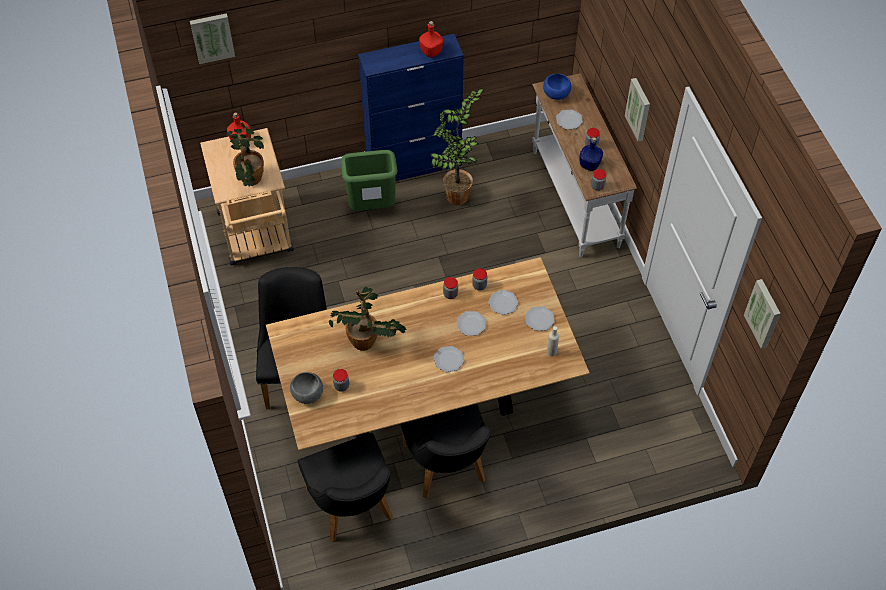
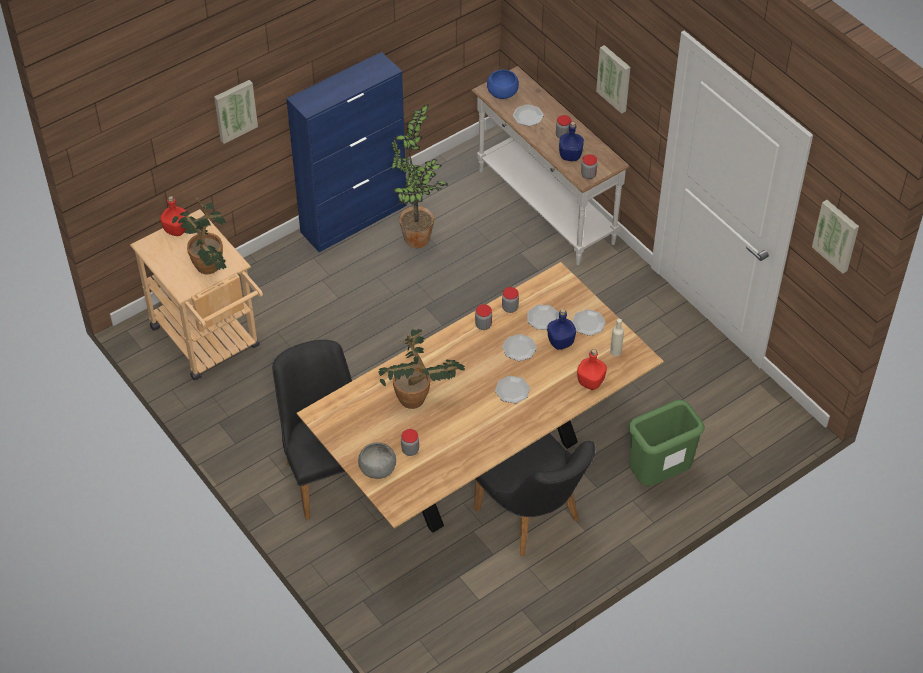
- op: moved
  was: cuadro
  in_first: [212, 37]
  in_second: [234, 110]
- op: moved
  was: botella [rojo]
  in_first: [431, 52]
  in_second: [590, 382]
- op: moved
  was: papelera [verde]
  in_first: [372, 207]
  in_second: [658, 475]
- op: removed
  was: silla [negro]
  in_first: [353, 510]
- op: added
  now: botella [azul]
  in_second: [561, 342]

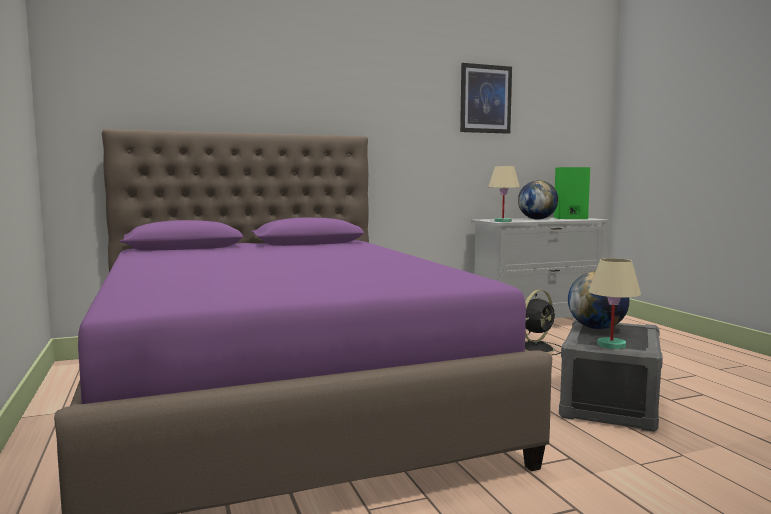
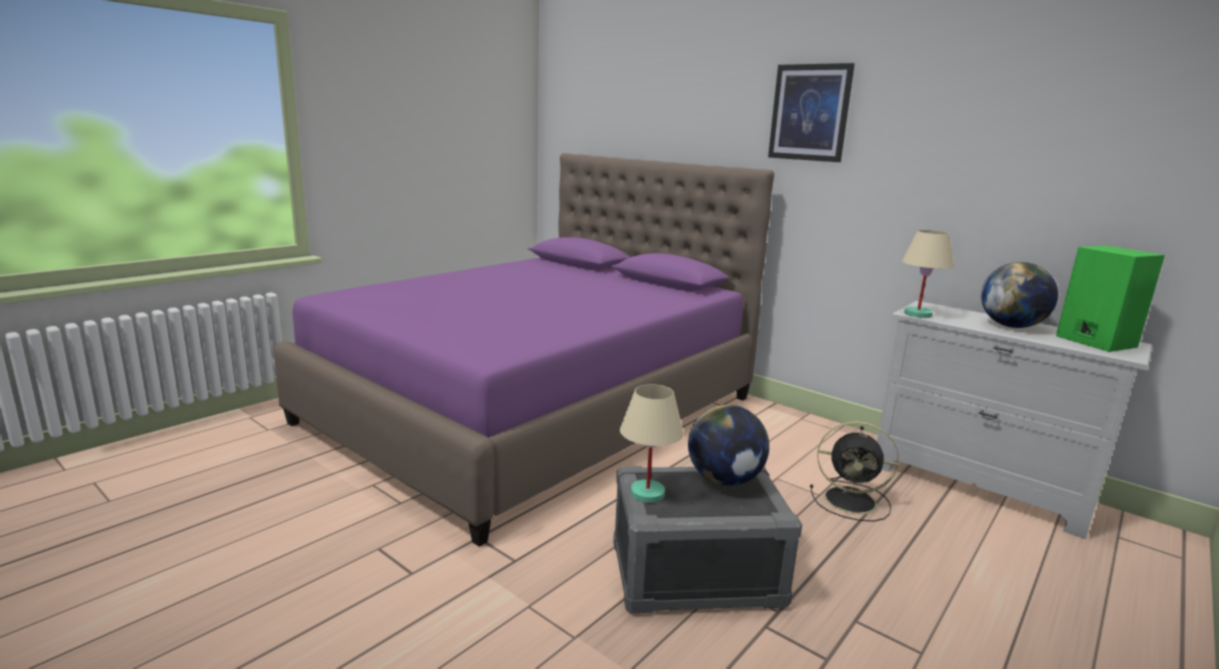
- op: moved
  was: cuadro
  in_first: [485, 99]
  in_second: [809, 113]

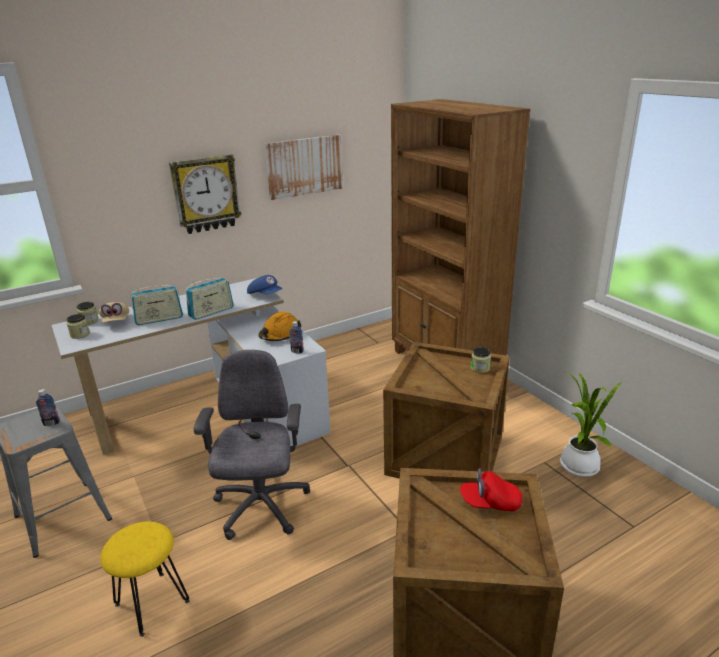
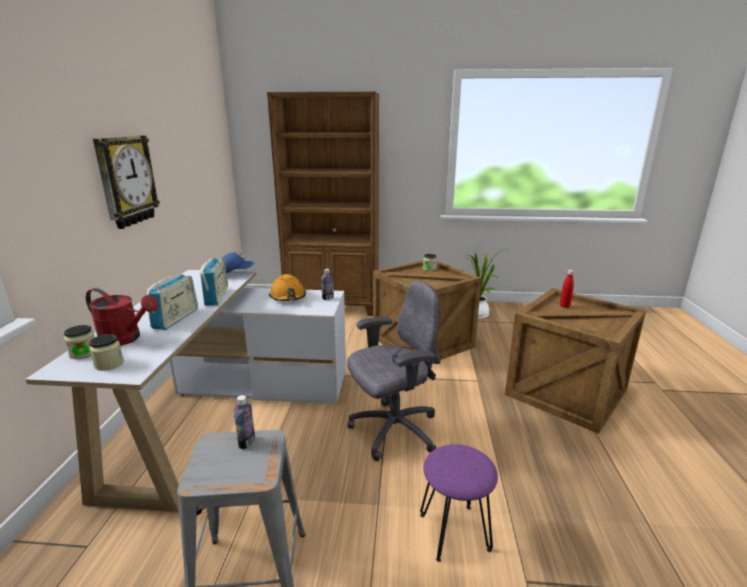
- op: removed
  was: cuadro
  in_first: [304, 166]
- op: replaced
  was: gorra [beis]
  now: regadera [rojo]
  in_first: [116, 322]
  in_second: [126, 339]
- op: turned
  was: silla de oficina [gris]
  in_first: [261, 507]
  in_second: [393, 431]
  clockwise: 120
- op: replaced
  was: gorra [rojo]
  now: botella [rojo]
  in_first: [490, 503]
  in_second: [564, 306]
- op: recoloured
  was: taburete [amarillo]
  now: taburete [morado]
  in_first: [152, 602]
  in_second: [453, 532]

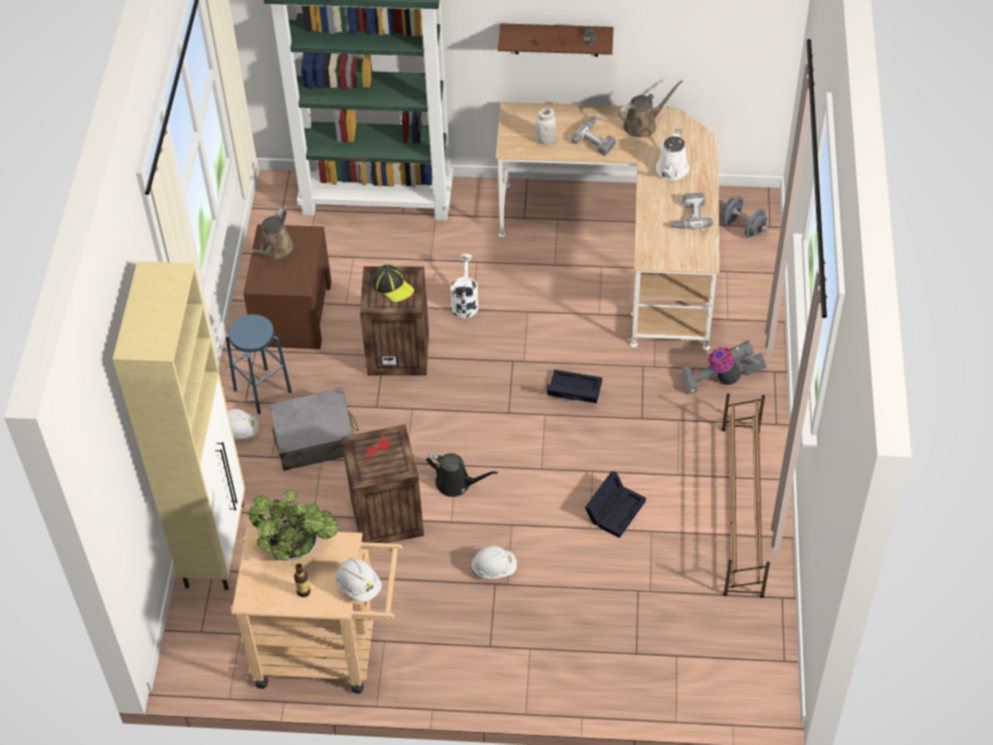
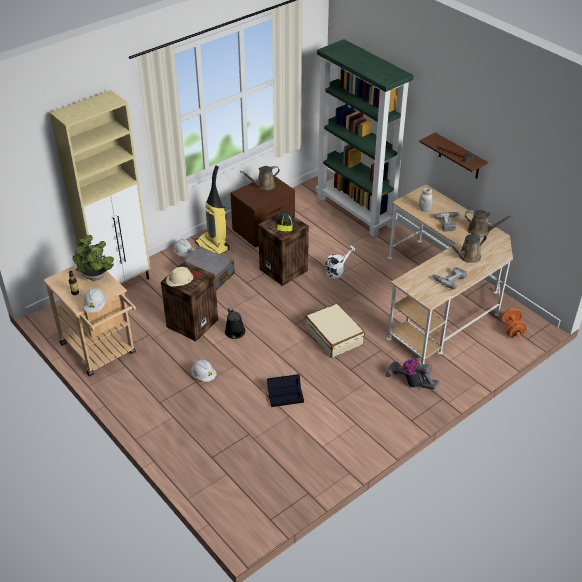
- op: recoloured
  was: regadera [blanco]
  now: regadera [marrón]
  in_first: [671, 171]
  in_second: [467, 257]
- op: recoloured
  was: mancuerna [gris]
  now: mancuerna [naranja]
  in_first: [742, 227]
  in_second: [512, 330]
- op: replaced
  was: taburete [azul]
  now: aspiradora
  in_first: [263, 391]
  in_second: [213, 246]
- op: replaced
  was: caja de almacenaje [negro]
  now: maleta [beis]
  in_first: [572, 392]
  in_second: [334, 336]
- op: removed
  was: zapatero [marrón]
  in_first: [741, 511]
- op: added
  now: casco [beis]
  in_second: [180, 283]

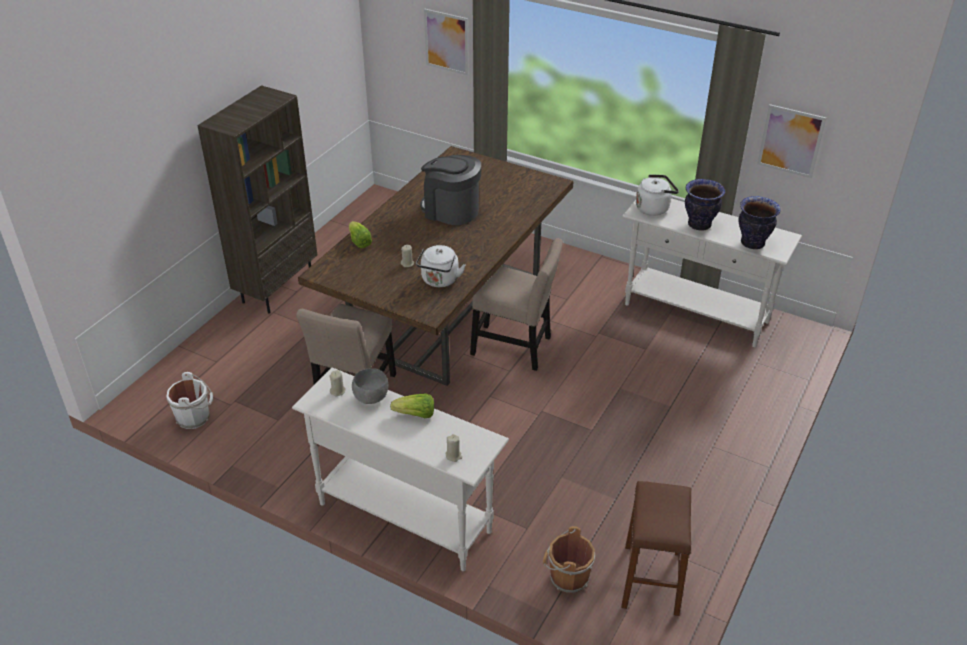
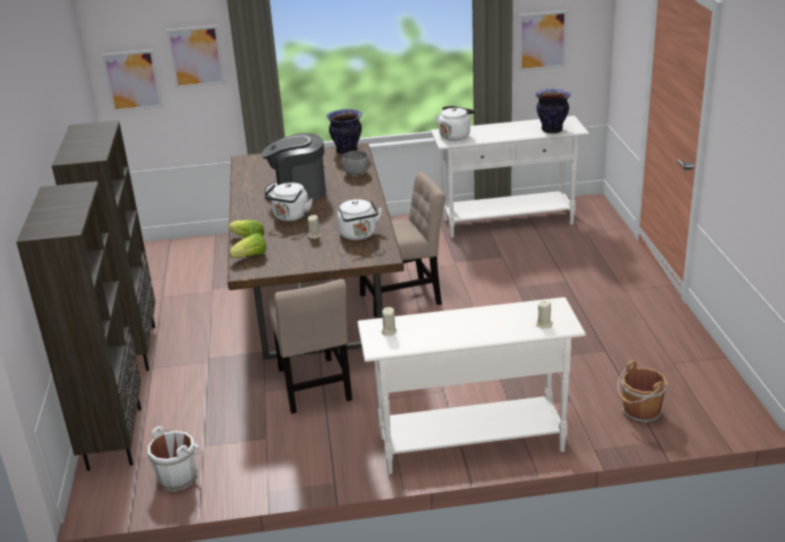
- op: moved
  was: florero
  in_first: [699, 225]
  in_second: [346, 151]
- op: moved
  was: cuenco [gris]
  in_first: [371, 397]
  in_second: [355, 173]
- op: moved
  was: lechuga
  in_first: [415, 415]
  in_second: [251, 256]
- op: removed
  was: taburete [marrón]
  in_first: [651, 579]
- op: added
  now: cuadro
  in_second: [132, 81]
- op: added
  now: estantería [marrón]
  in_second: [113, 438]
- op: added
  now: hervidor [blanco]
  in_second: [290, 217]

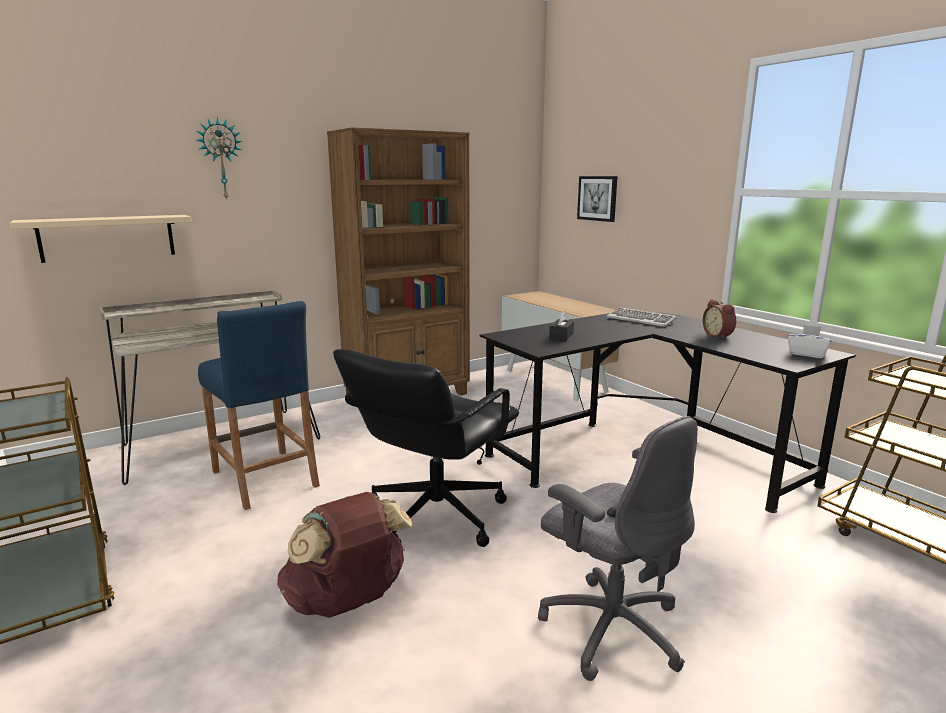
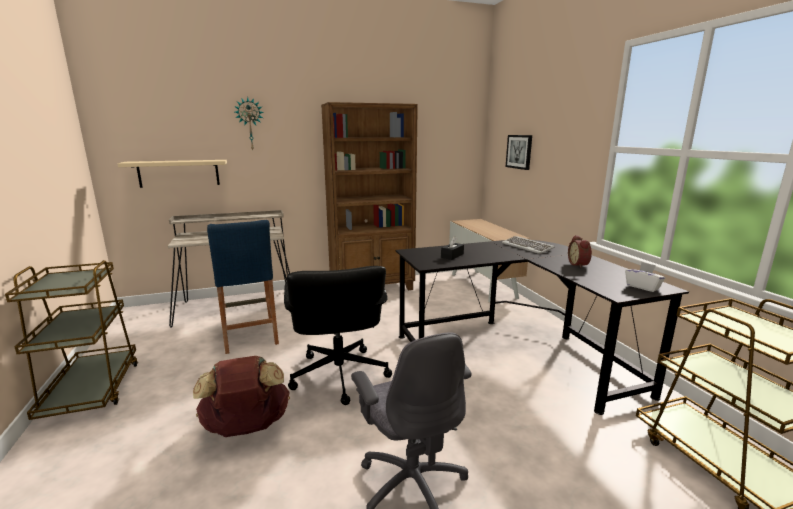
- op: turned
  was: silla de oficina [negro]
  in_first: [434, 515]
  in_second: [338, 376]
  clockwise: -60

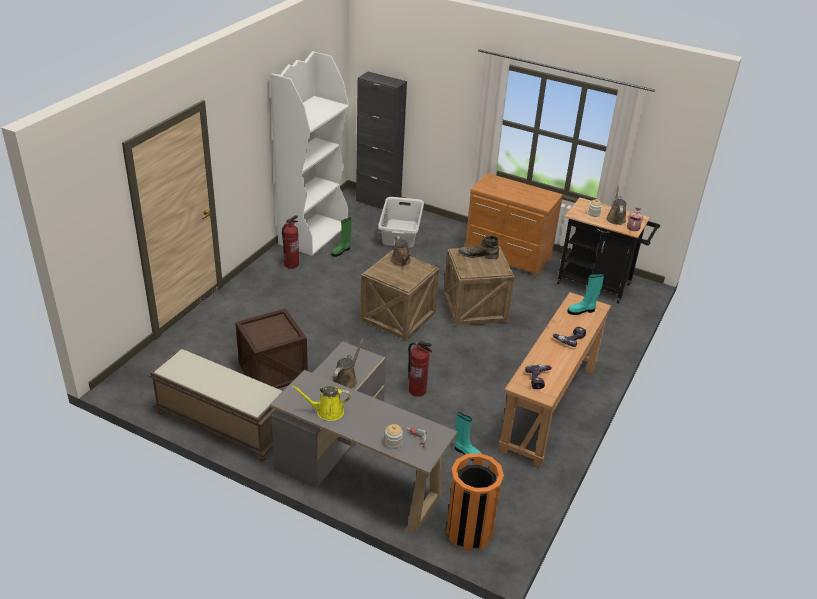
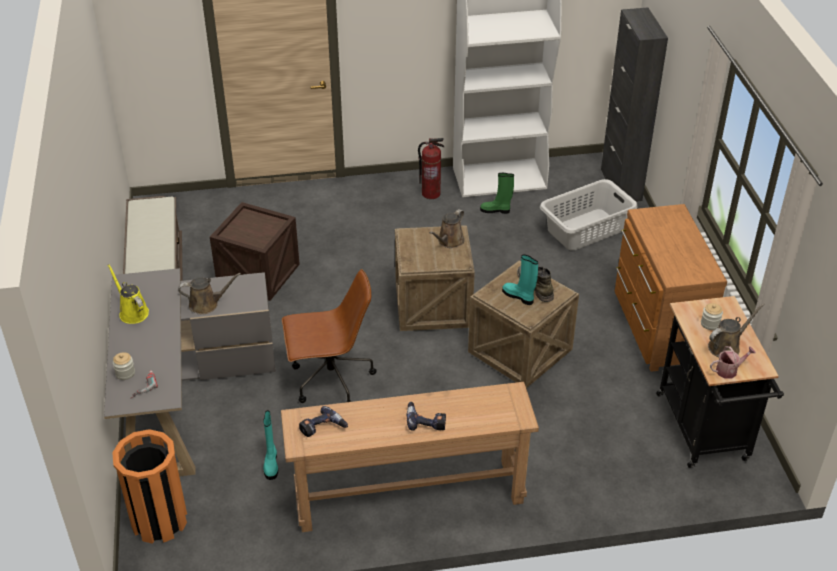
- op: moved
  was: bota [turquesa]
  in_first: [582, 311]
  in_second: [519, 296]
- op: replaced
  was: extintor
  now: silla de oficina [marrón]
  in_first: [417, 390]
  in_second: [330, 380]

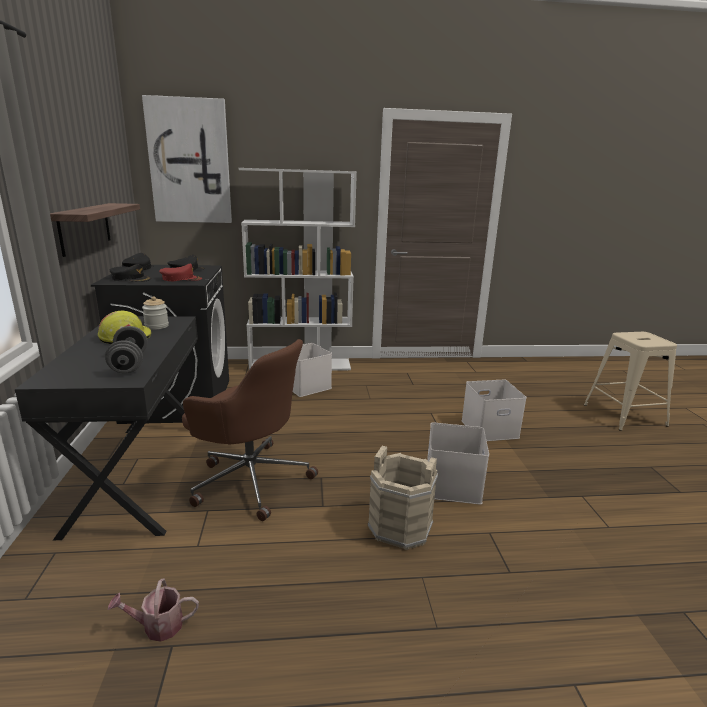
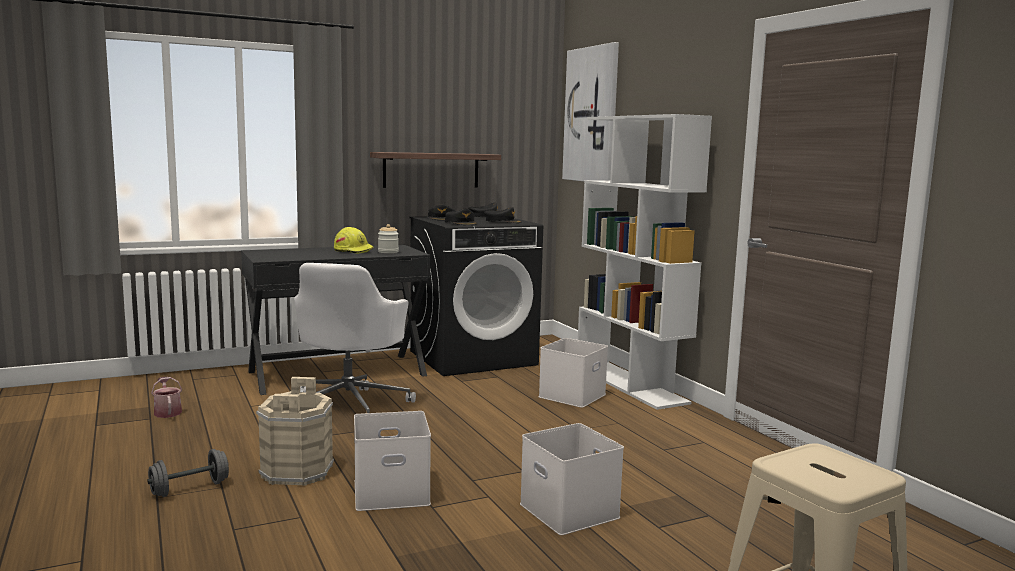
- op: recoloured
  was: gorra [rojo]
  now: gorra [negro]
  in_first: [181, 279]
  in_second: [461, 223]
- op: moved
  was: mancuerna [gris]
  in_first: [129, 364]
  in_second: [190, 489]
- op: recoloured
  was: silla de oficina [marrón]
  now: silla de oficina [blanco]
  in_first: [250, 479]
  in_second: [350, 405]

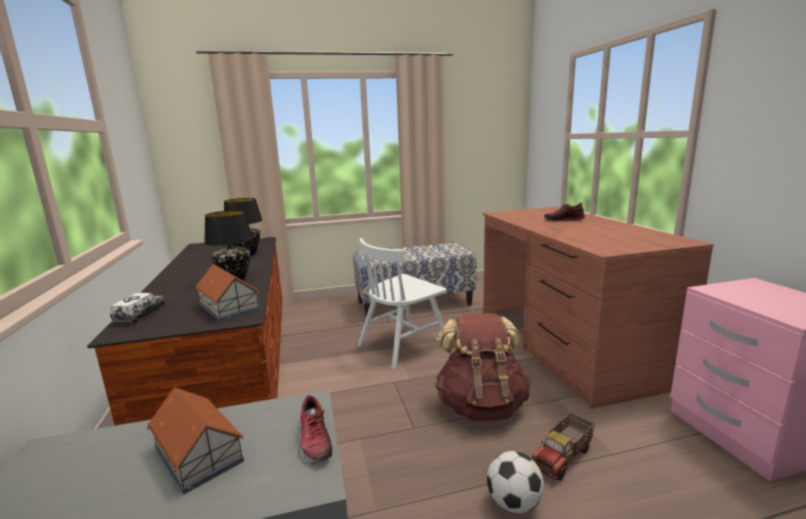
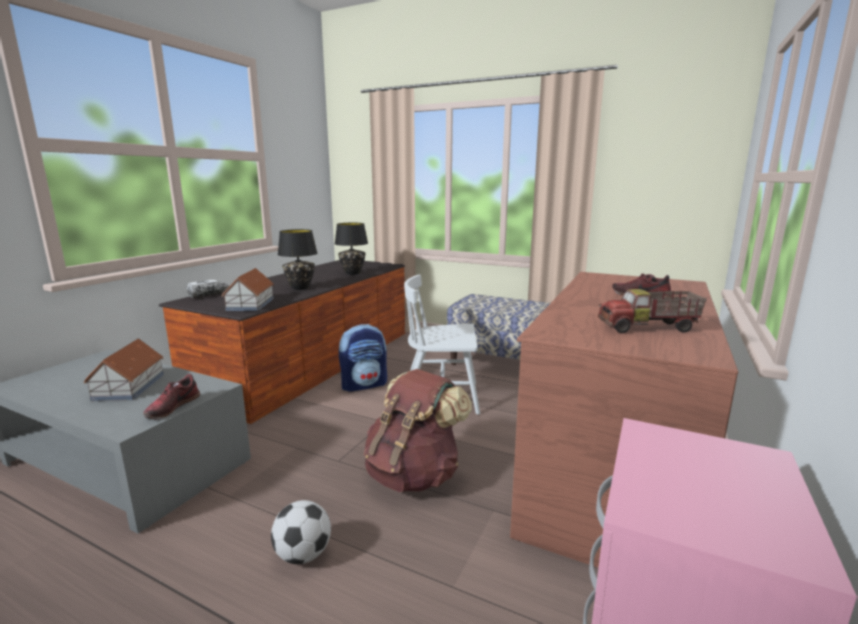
- op: moved
  was: camión de juguete
  in_first: [563, 458]
  in_second: [648, 328]
- op: added
  now: mochila
  in_second: [364, 385]

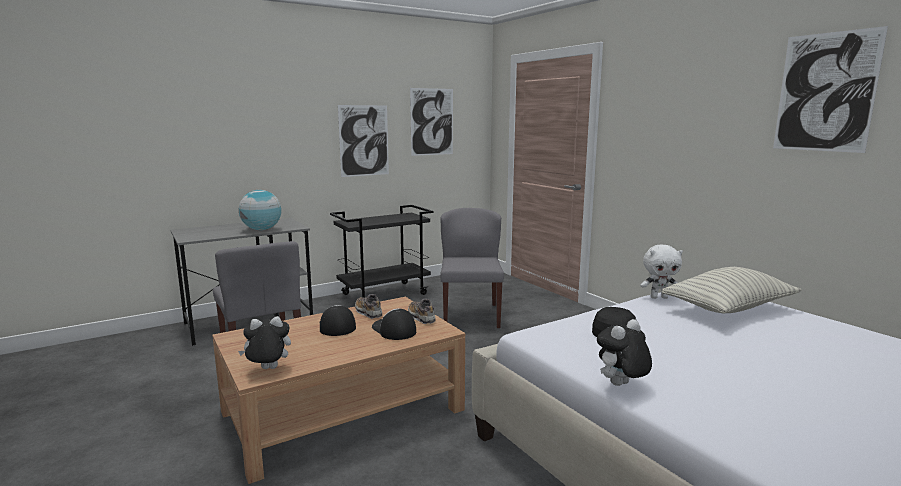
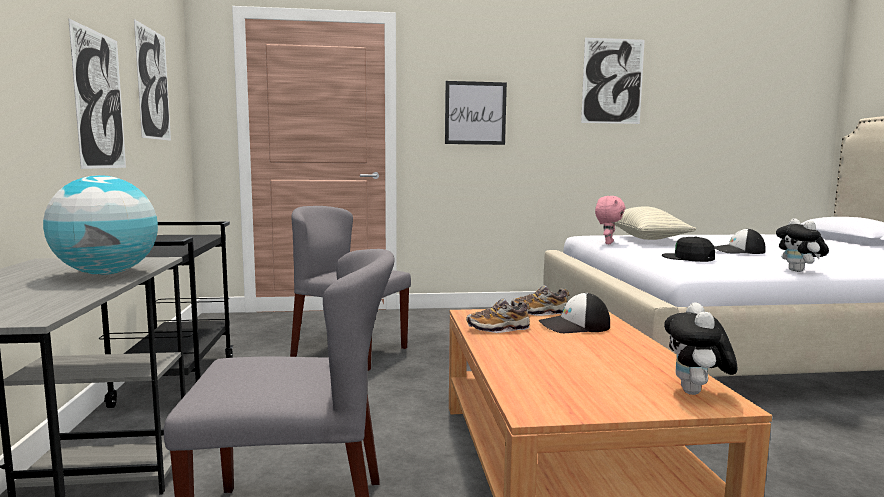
- op: recoloured
  was: peluche [blanco]
  now: peluche [rosa]
  in_first: [659, 297]
  in_second: [608, 243]
- op: moved
  was: gorra
  in_first: [336, 326]
  in_second: [738, 251]
- op: added
  now: cuadro
  in_second: [475, 113]

